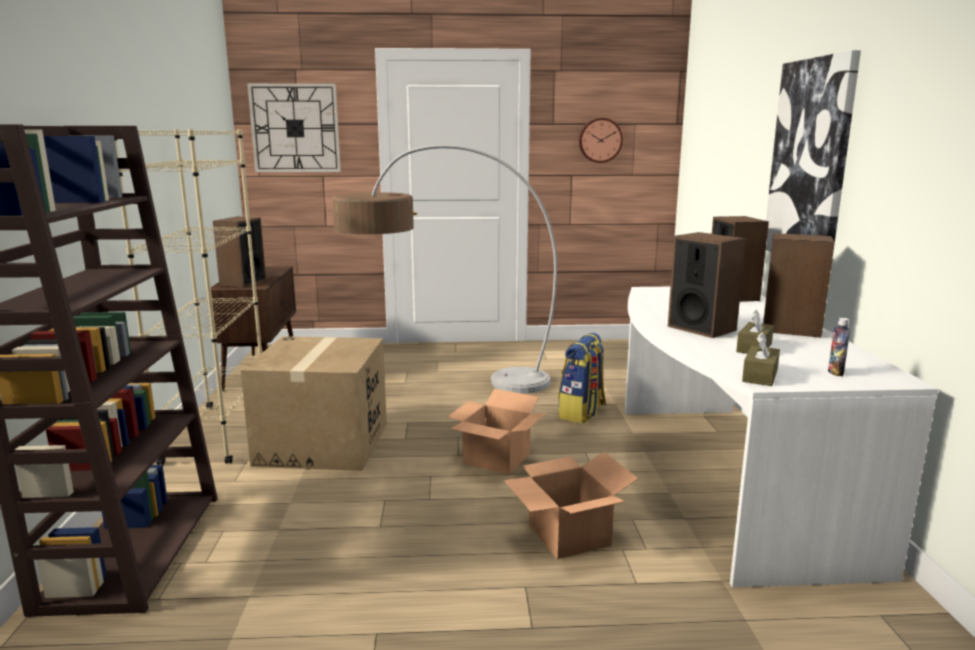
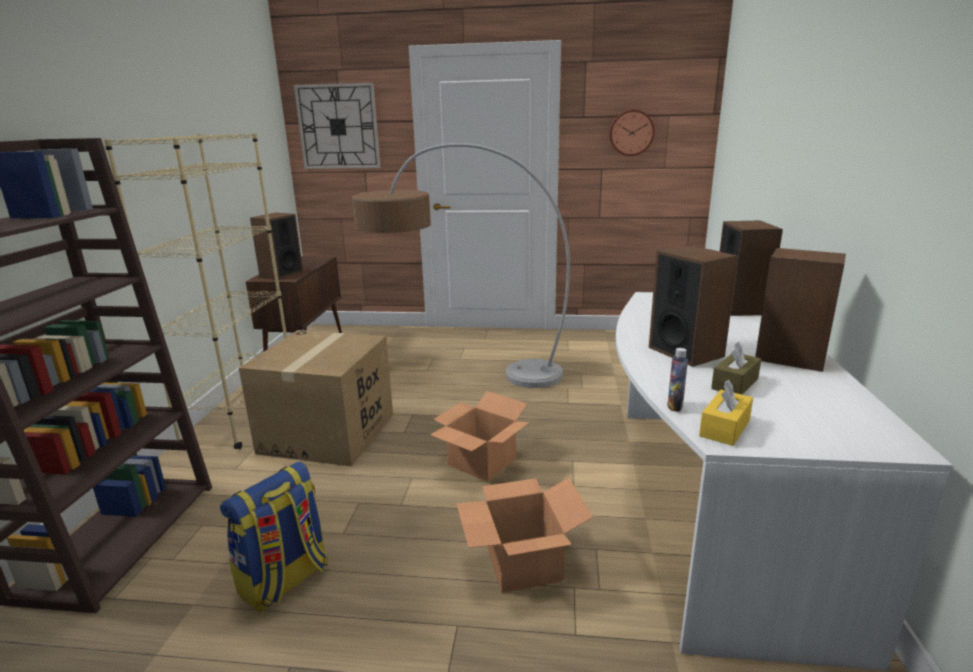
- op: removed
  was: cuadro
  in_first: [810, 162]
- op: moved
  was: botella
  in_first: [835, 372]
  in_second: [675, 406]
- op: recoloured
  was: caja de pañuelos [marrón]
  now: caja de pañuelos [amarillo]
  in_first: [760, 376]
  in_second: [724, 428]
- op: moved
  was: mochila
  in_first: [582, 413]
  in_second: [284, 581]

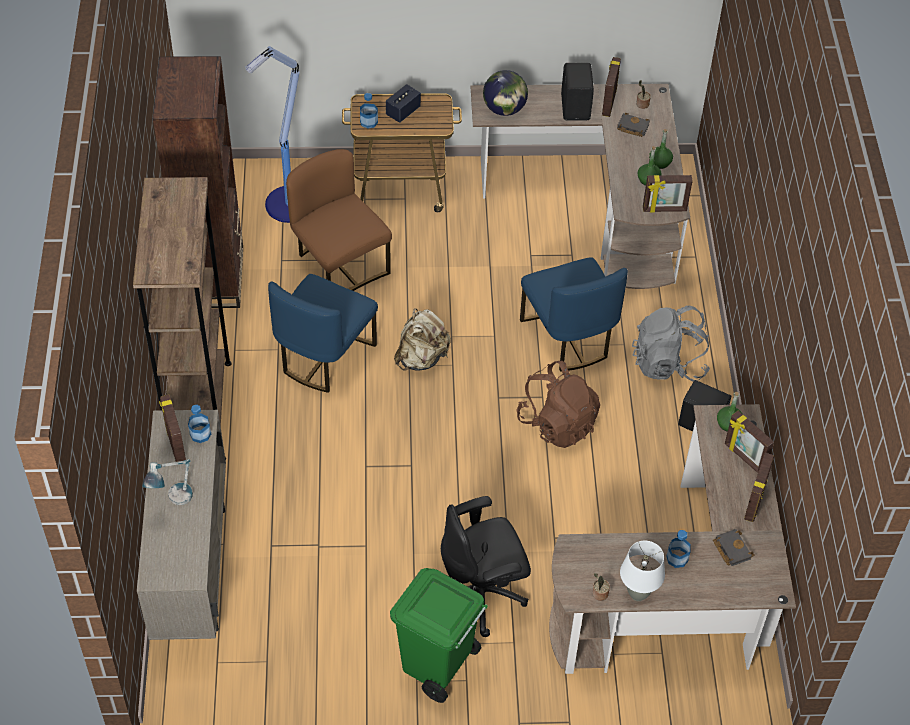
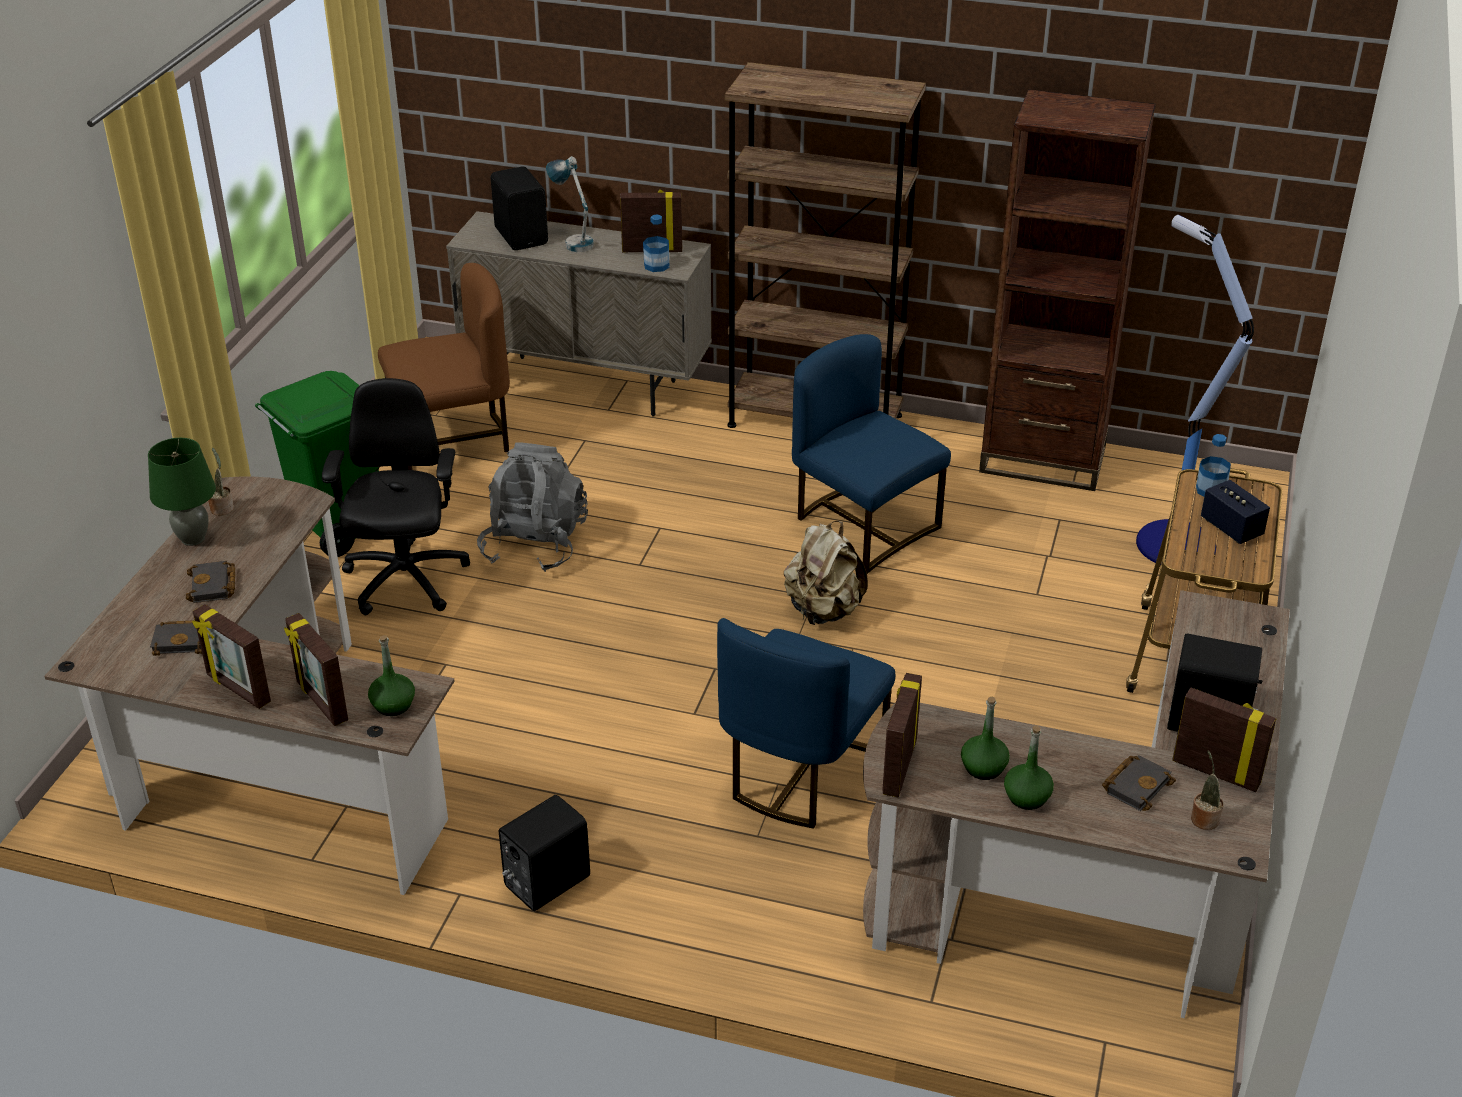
- op: removed
  was: globo terráqueo
  in_first: [504, 109]
- op: moved
  was: silla [marrón]
  in_first: [339, 266]
  in_second: [452, 442]
- op: turned
  was: silla [azul]
  in_first: [568, 337]
  in_second: [800, 772]
  clockwise: -60
- op: moved
  was: mochila [gris]
  in_first: [668, 363]
  in_second: [534, 545]
- op: removed
  was: mochila [marrón]
  in_first: [557, 423]
- op: turned
  was: portarretratos
  in_first: [744, 457]
  in_second: [321, 702]
  clockwise: -105
- op: replaced
  was: botella
  now: libro [negro]
  in_first: [677, 558]
  in_second: [213, 586]
- op: recoloured
  was: lámpara de mesa [blanco]
  now: lámpara de mesa [verde]
  in_first: [637, 594]
  in_second: [193, 539]
- op: added
  now: altavoz [negro]
  in_second: [522, 236]

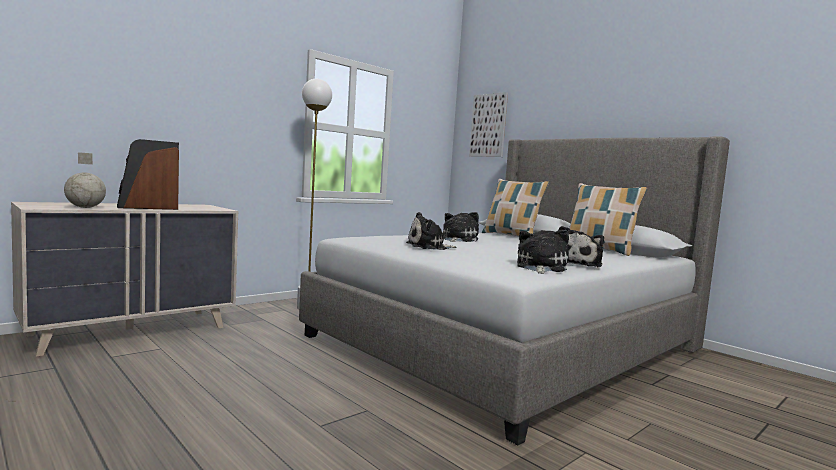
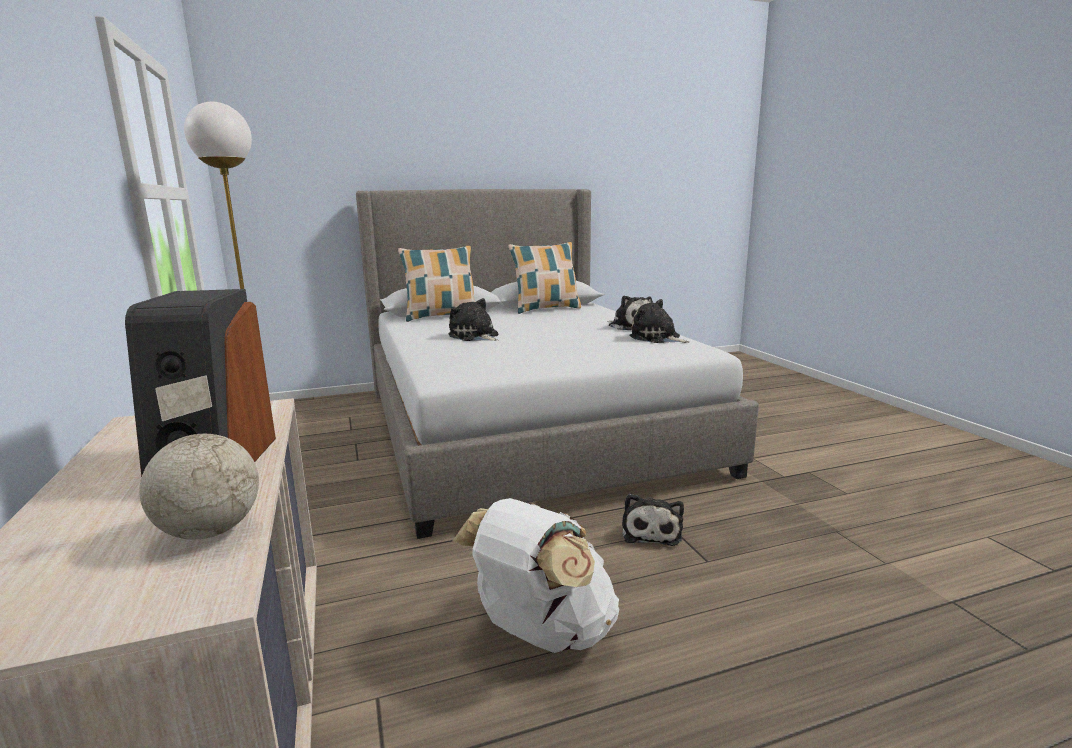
- op: removed
  was: cuadro
  in_first: [488, 125]
- op: moved
  was: peluche
  in_first: [429, 247]
  in_second: [651, 531]
- op: added
  now: mochila [blanco]
  in_second: [541, 633]

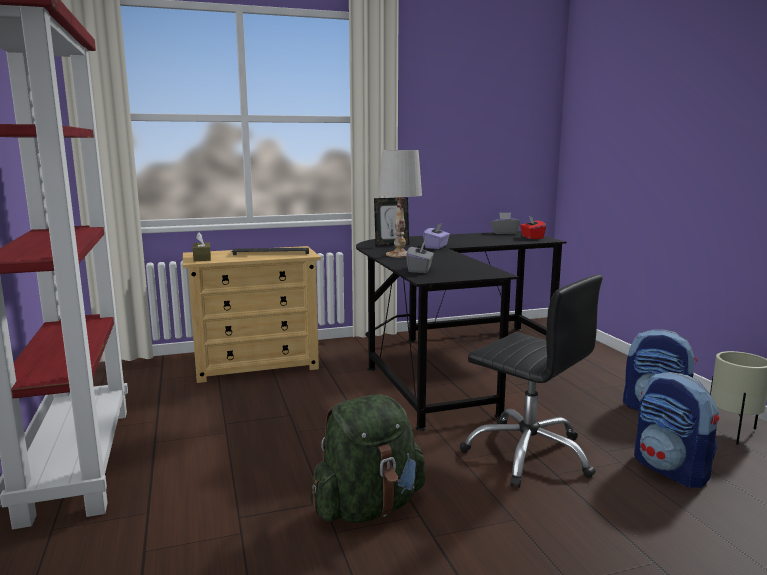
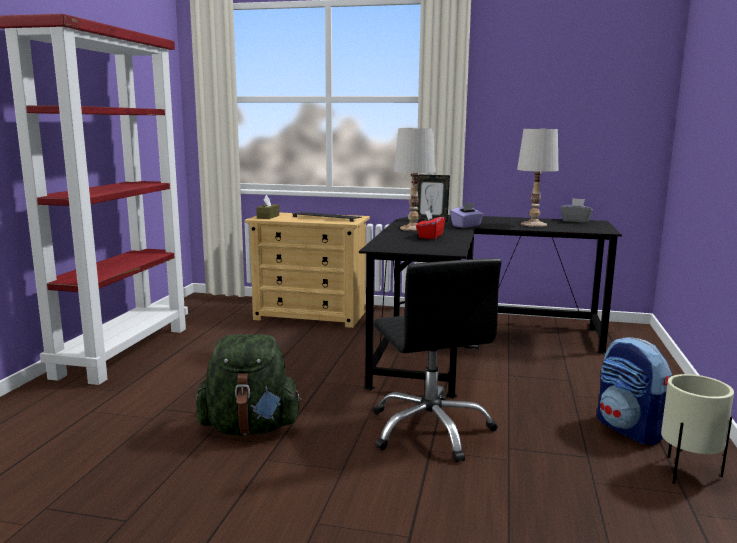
- op: moved
  was: caja de pañuelos [rojo]
  in_first: [531, 237]
  in_second: [430, 236]
- op: removed
  was: caja de pañuelos [gris]
  in_first: [420, 270]
- op: removed
  was: mochila
  in_first: [671, 470]
- op: added
  now: lámpara de mesa [blanco]
  in_second: [533, 224]

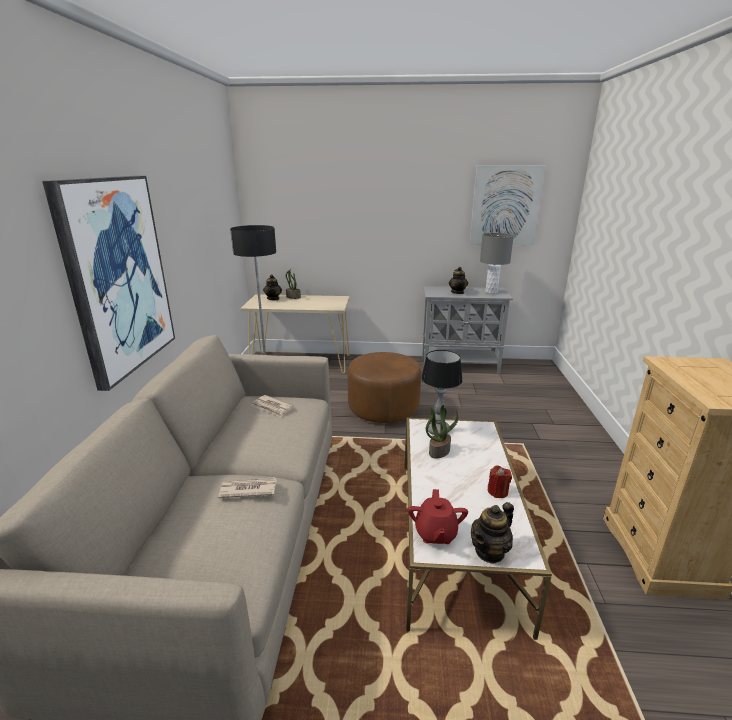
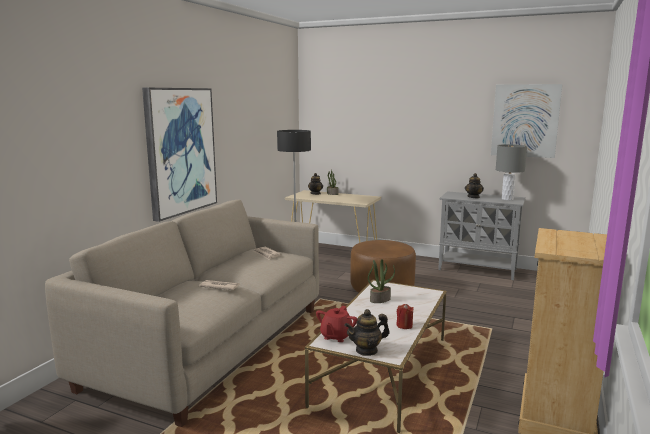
- op: removed
  was: lámpara de mesa
  in_first: [438, 430]

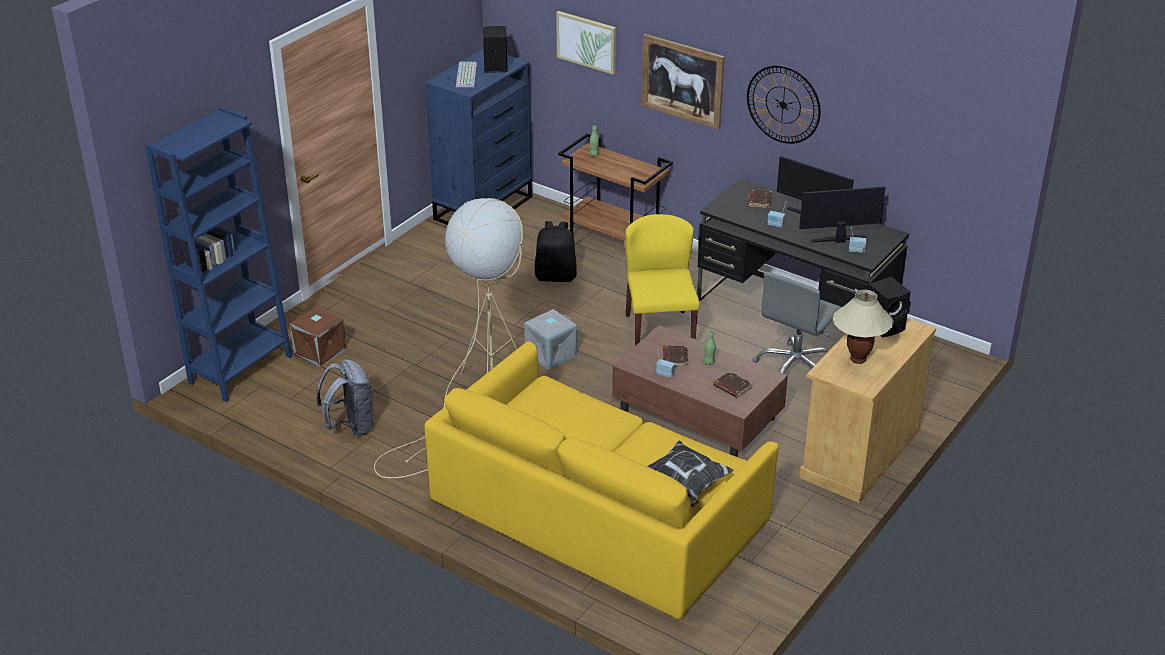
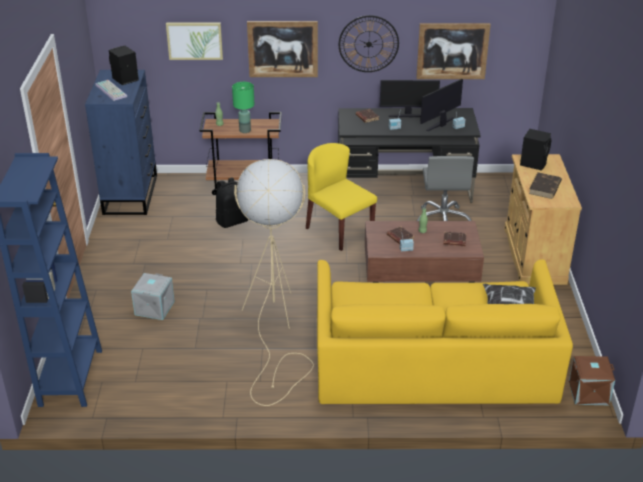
- op: replaced
  was: lámpara de mesa [beis]
  now: libro [marrón]
  in_first: [858, 359]
  in_second: [545, 188]
- op: moved
  was: caja de almacenaje [marrón]
  in_first: [319, 351]
  in_second: [588, 393]
- op: moved
  was: caja de almacenaje [gris]
  in_first: [550, 353]
  in_second: [154, 308]
- op: removed
  was: mochila [gris]
  in_first: [351, 426]
- op: added
  now: cuadro
  in_second: [452, 51]
- op: added
  now: lámpara de mesa [verde]
  in_second: [245, 130]

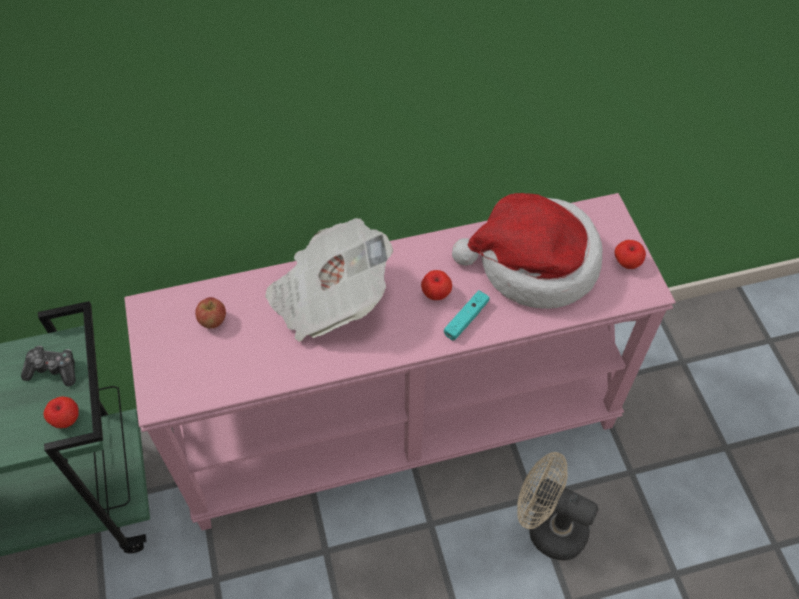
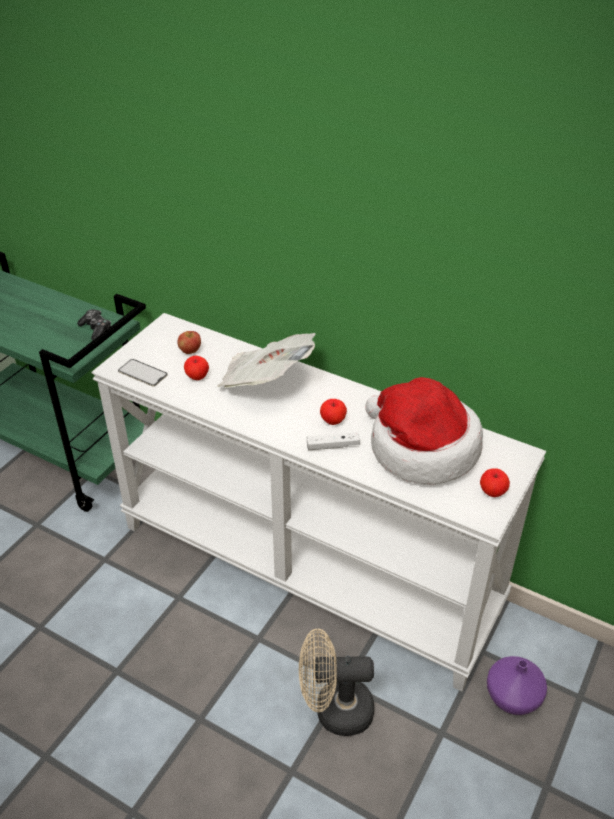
- op: recoloured
  was: mesa consola [rosa]
  now: mesa consola [blanco]
  in_first: [399, 424]
  in_second: [309, 565]
- op: recoloured
  was: mando de consola [turquesa]
  now: mando de consola [blanco]
  in_first: [466, 319]
  in_second: [333, 446]
- op: moved
  was: manzana
  in_first: [66, 419]
  in_second: [197, 377]
- op: turned
  was: ventilador [beis]
  in_first: [548, 526]
  in_second: [334, 710]
  clockwise: -75
- op: added
  now: móvil
  in_second: [142, 373]
- op: added
  now: florero [morado]
  in_second: [514, 697]

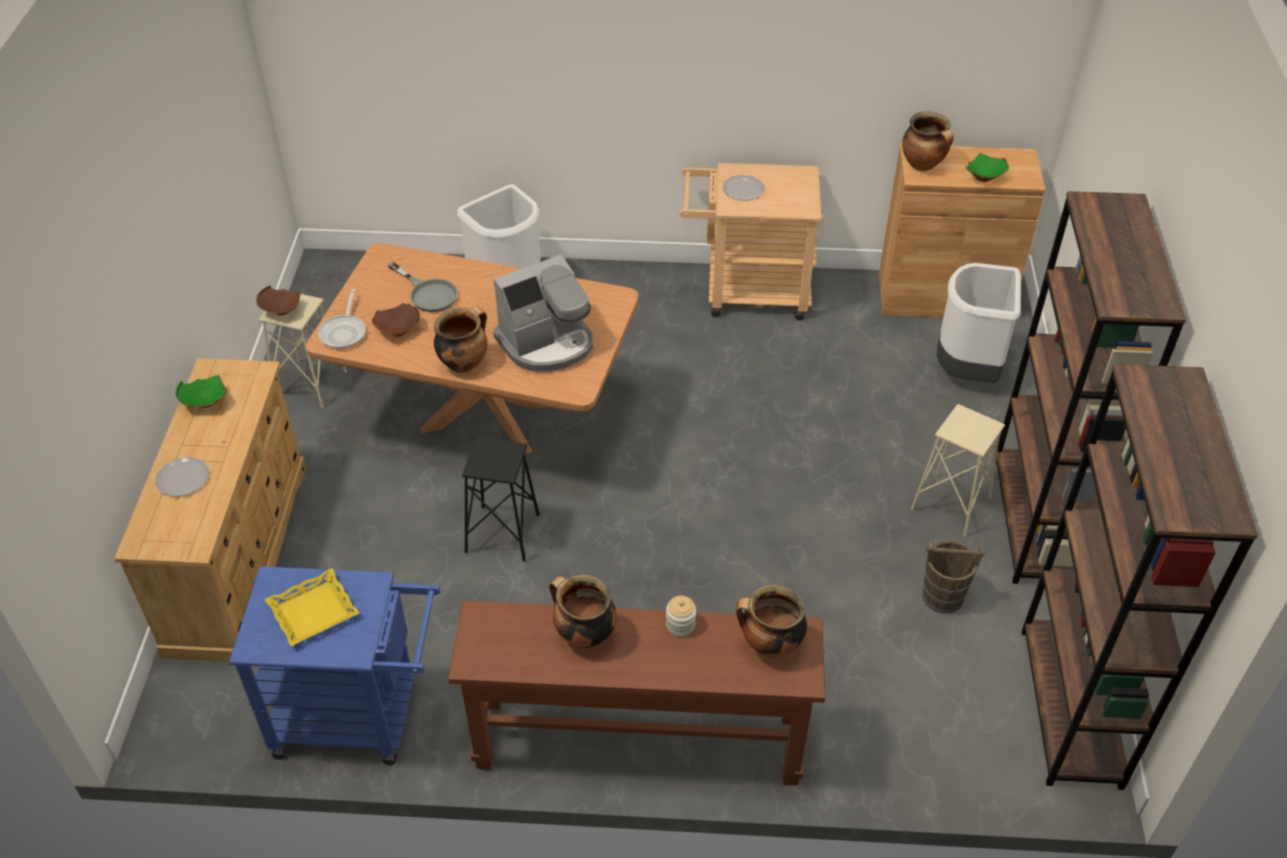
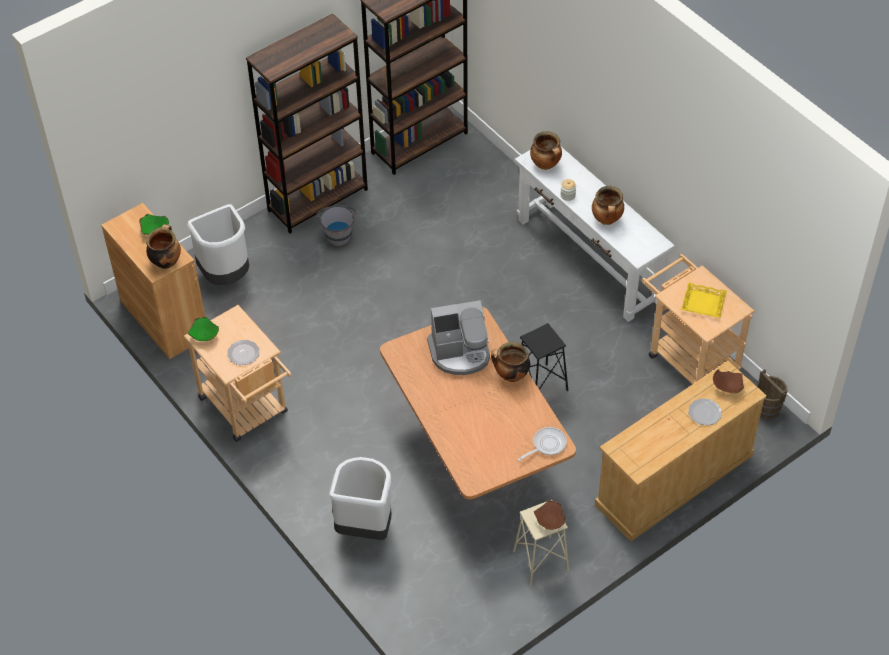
- op: turned
  was: cafetera
  in_first: [547, 343]
  in_second: [460, 353]
  clockwise: 150
- op: removed
  was: sartén [gris]
  in_first: [428, 293]
- op: moved
  was: cuenco [marrón]
  in_first: [398, 330]
  in_second: [727, 387]
- op: moved
  was: cuenco [verde]
  in_first: [205, 403]
  in_second: [205, 336]
- op: replaced
  was: taburete [beis]
  now: cubo [gris]
  in_first: [950, 504]
  in_second: [338, 233]
- op: moved
  was: cubo [marrón]
  in_first: [943, 596]
  in_second: [766, 410]
- op: recoloured
  was: carrito [azul]
  now: carrito [beis]
  in_first: [359, 716]
  in_second: [688, 357]
- op: recoloured
  was: mesa consola [marrón]
  now: mesa consola [blanco]
  in_first: [638, 740]
  in_second: [588, 259]

